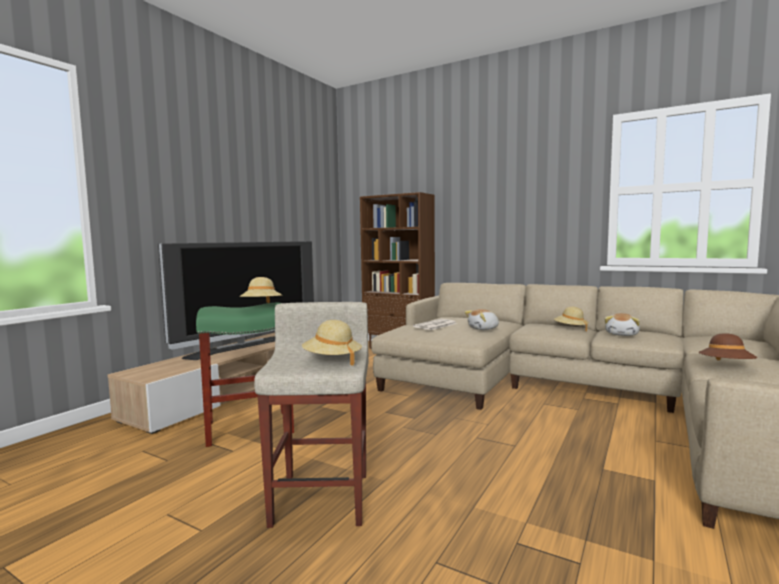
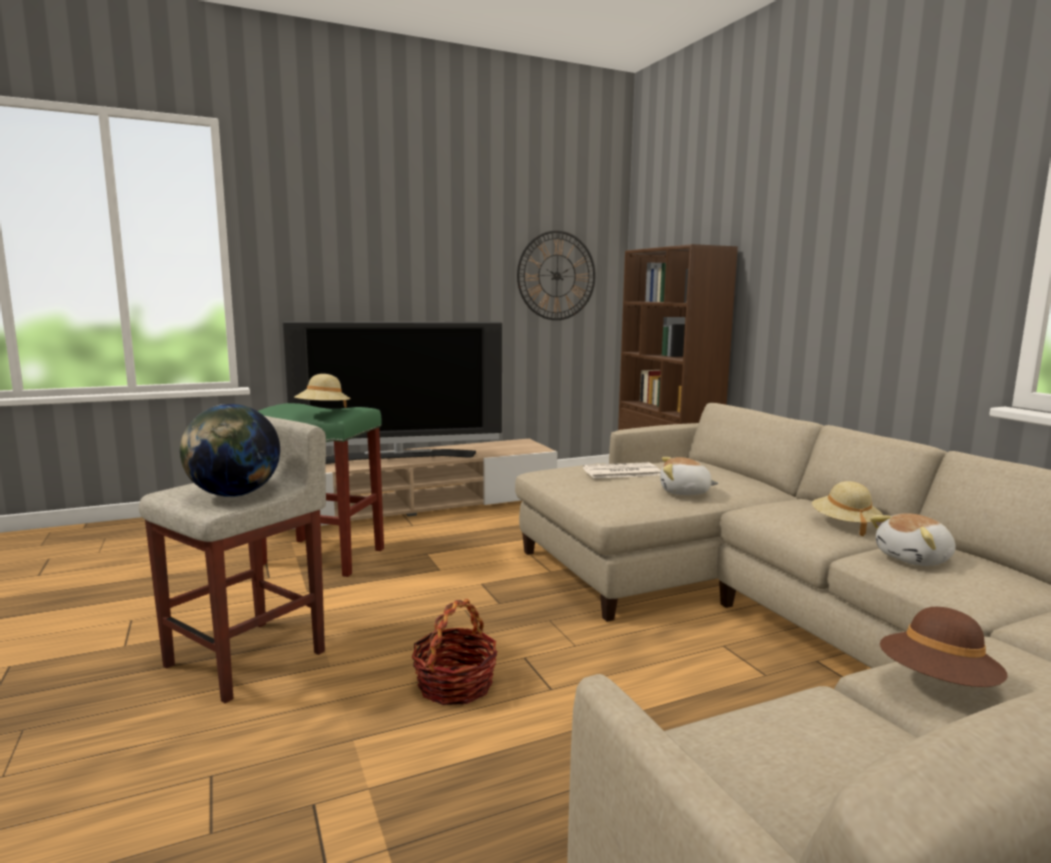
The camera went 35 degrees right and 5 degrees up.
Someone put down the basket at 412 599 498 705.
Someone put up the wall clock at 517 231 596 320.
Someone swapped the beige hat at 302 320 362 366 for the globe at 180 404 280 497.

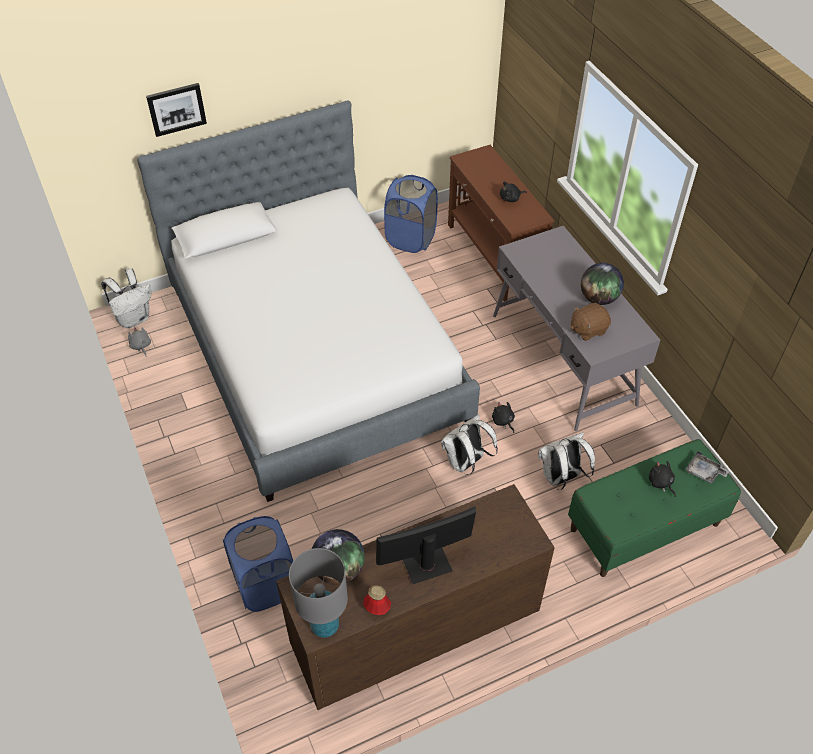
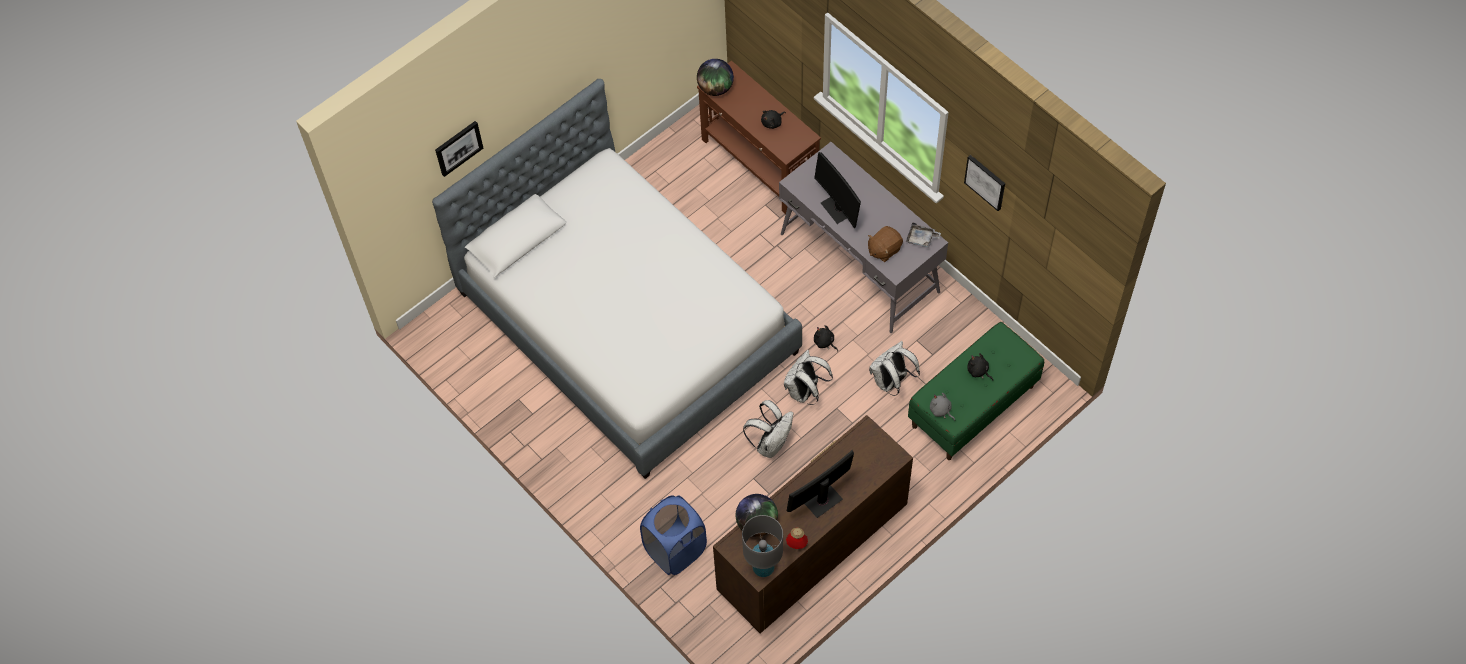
The camera went 15 degrees left and 10 degrees up.
Someone took away the blue laundry basket at 384 175 438 253.
Someone put down the monitor at 814 152 861 228.
Someone put up the picture at 964 155 1005 211.
Someone carried the white backpack from 101 268 151 328 to 743 400 793 458.
Someone carried the grey plush toy from 128 328 151 356 to 930 393 955 421.
Someone carried the globe from 581 263 624 305 to 697 59 734 96.
Someone carried the grey tray from 685 451 729 484 to 906 222 941 248.

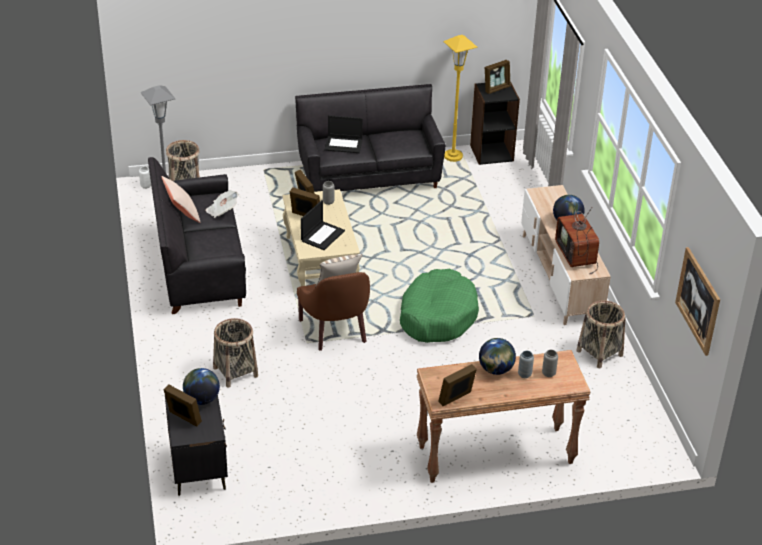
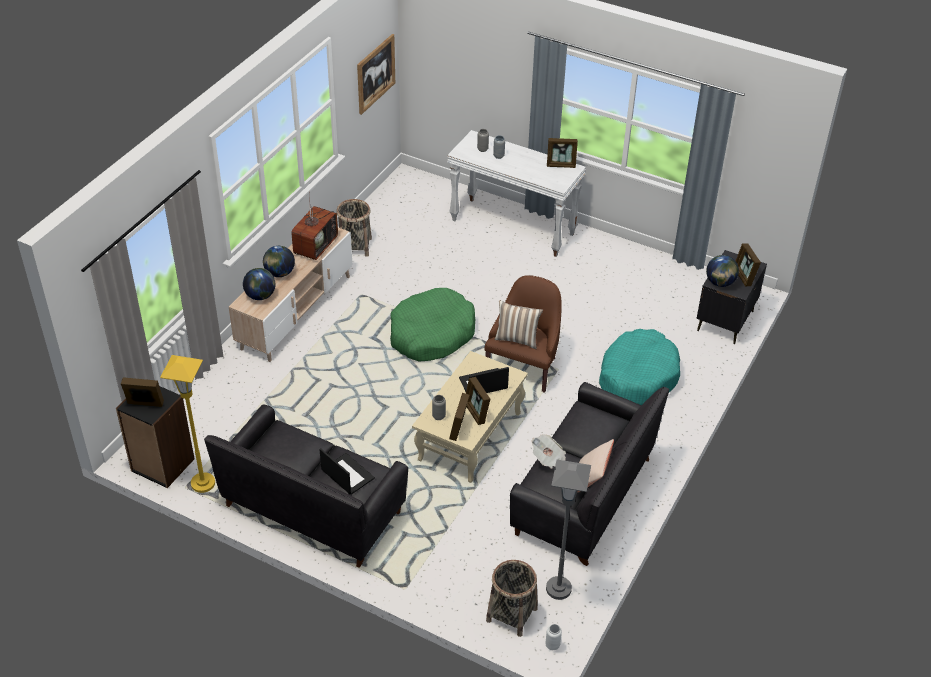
The camera went 140 degrees left and 5 degrees up.
Someone carried the globe from 479 338 516 375 to 243 268 275 300.
Someone swapped the basket at 213 318 258 387 for the turquoise dog bed at 599 329 680 405.
Someone repainted the brown console table at 417 350 591 483, which became the white console table at 447 130 586 257.

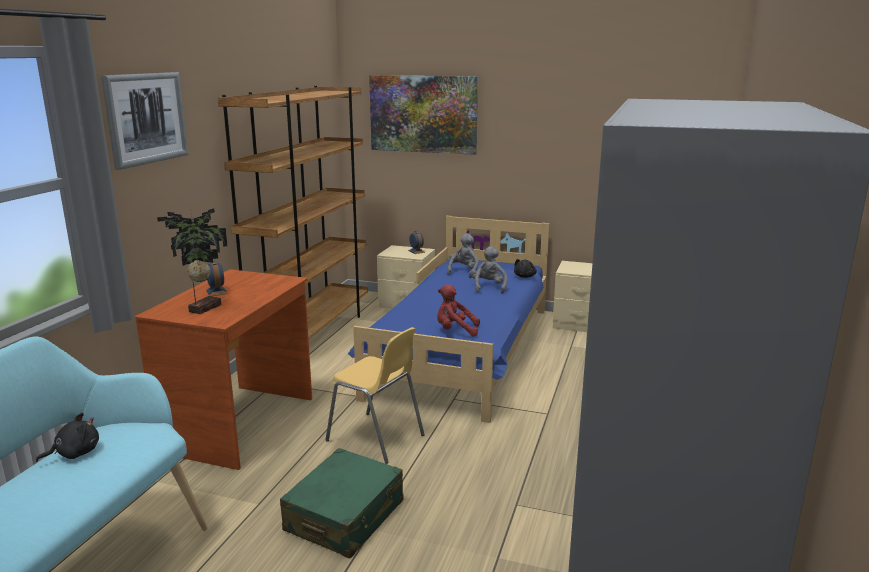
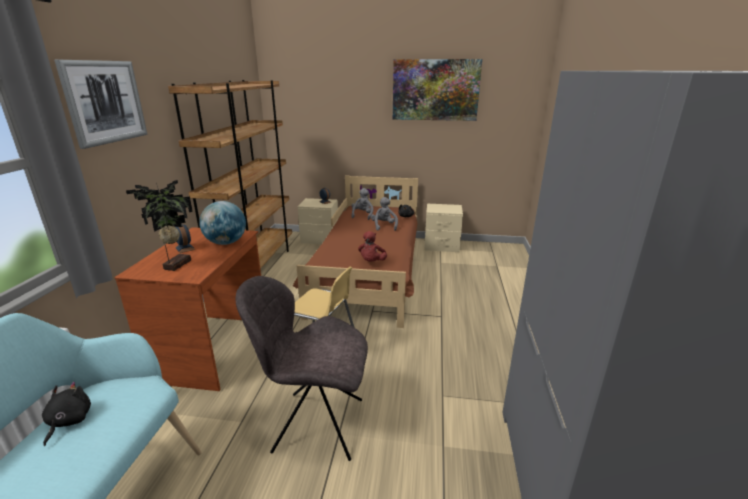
The camera went 10 degrees left and 5 degrees up.
Someone put down the globe at 199 201 246 245.
Someone carried the picture from 369 75 478 155 to 393 59 482 121.
Someone swapped the green suitcase at 280 448 403 558 for the grey chair at 236 276 368 461.
Someone repainted the blue bed at 348 216 549 423, which became the brown bed at 293 176 418 328.
Someone rotated the black plush toy at 36 413 99 462 by 45 degrees counterclockwise.
Someone rotated the red plush toy at 437 284 480 337 by 75 degrees counterclockwise.

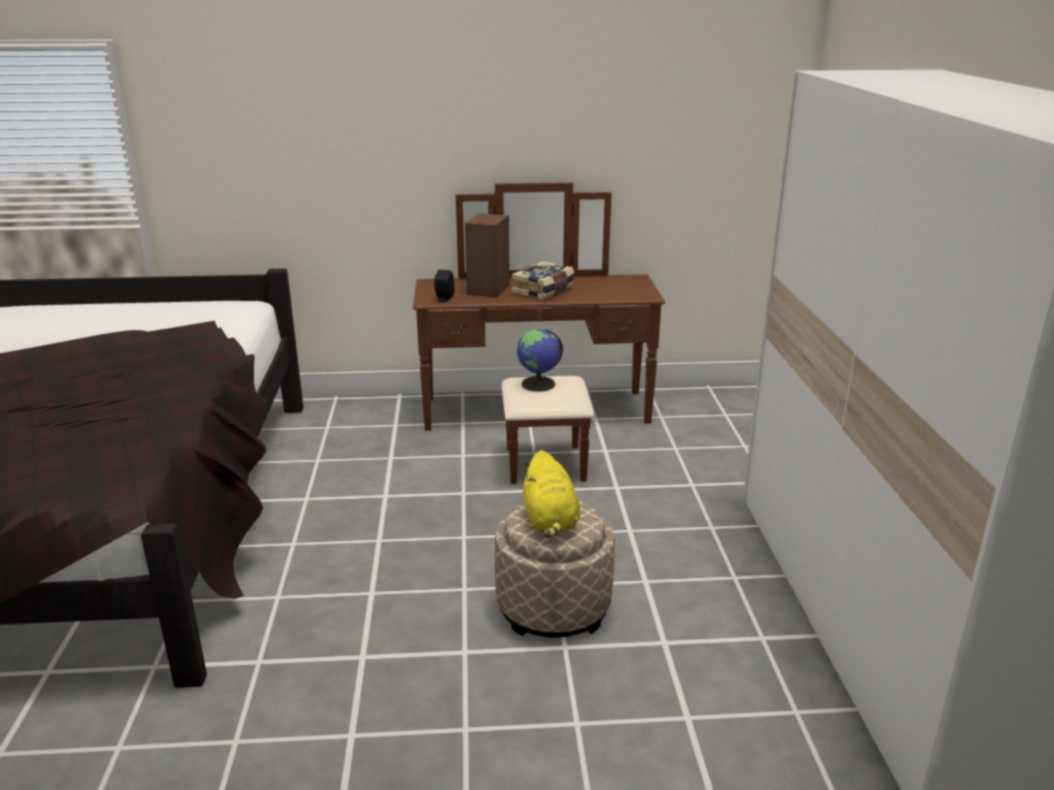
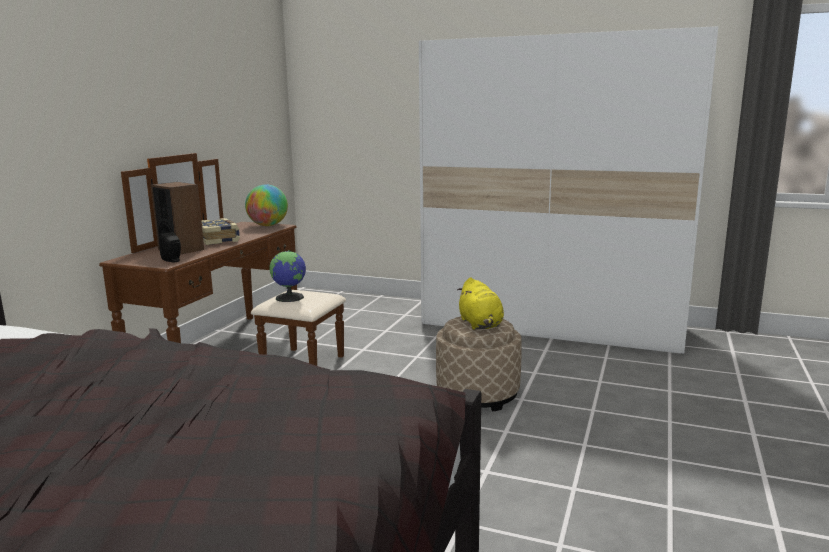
The camera went 65 degrees left and 10 degrees down.
Someone put down the globe at 245 184 288 226.
Someone rotated the yellow plush toy at 523 450 580 538 by 60 degrees clockwise.

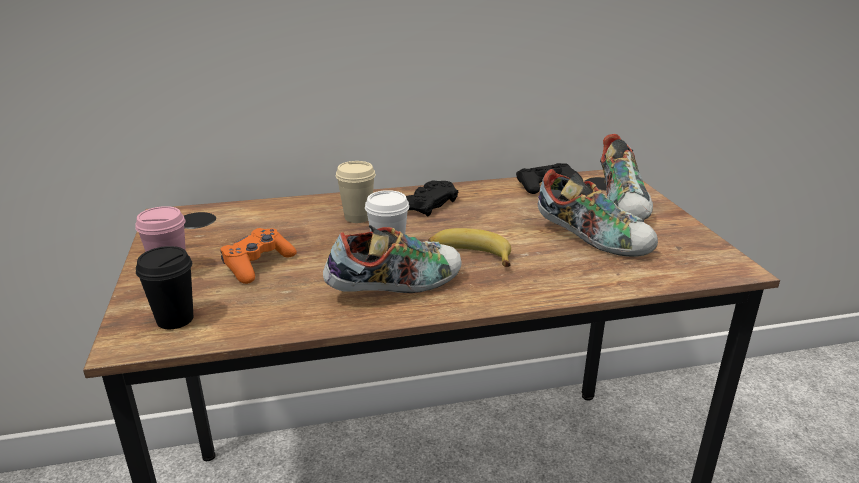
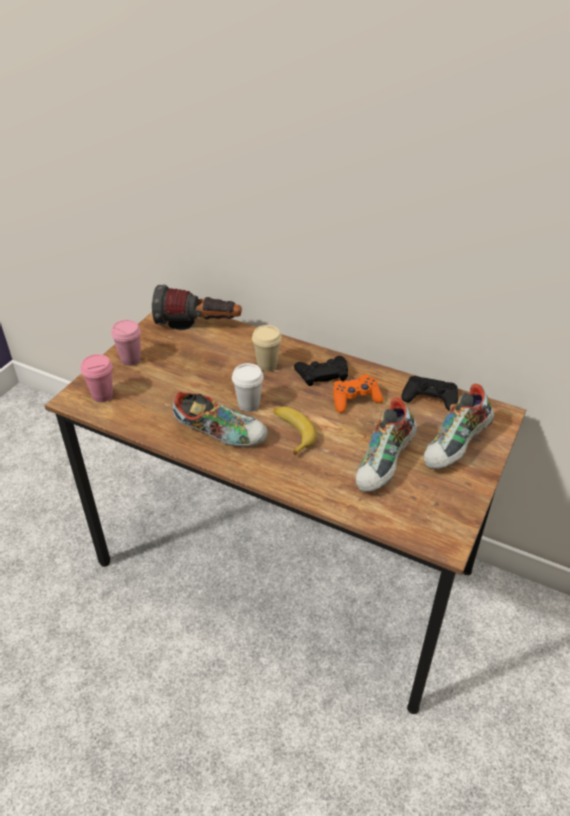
The camera went 40 degrees right and 15 degrees up.
Someone put down the flashlight at 152 285 242 325.
Someone carried the orange game controller from 220 228 297 284 to 333 374 383 413.
Someone repainted the black cup at 136 246 193 329, which became the pink cup at 81 354 113 402.
Someone rotated the shoe at 538 169 658 257 by 45 degrees clockwise.

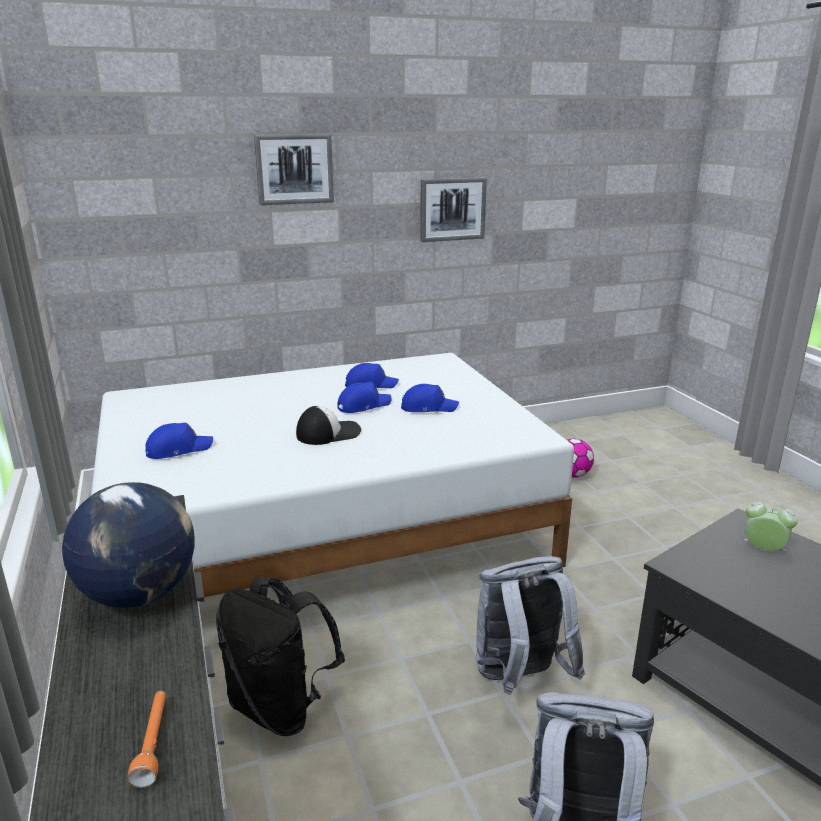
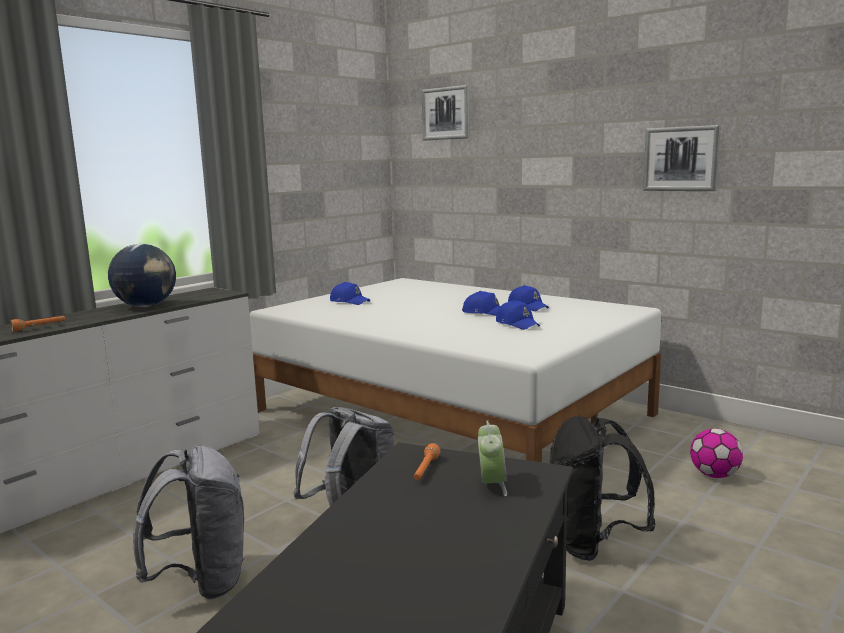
The camera went 60 degrees right and 10 degrees down.
Someone took away the cap at 296 406 361 445.
Someone put down the orange flashlight at 414 443 441 480.
Someone carried the black backpack from 216 577 345 736 to 550 416 656 561.
Someone carried the picture from 254 134 334 205 to 422 85 470 140.

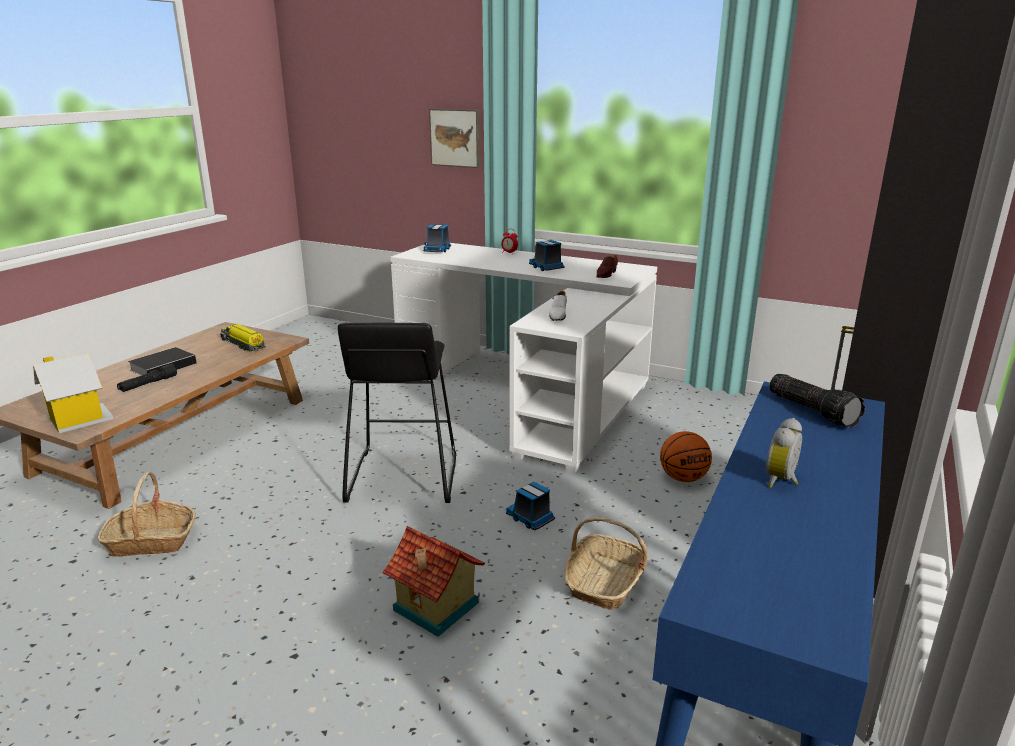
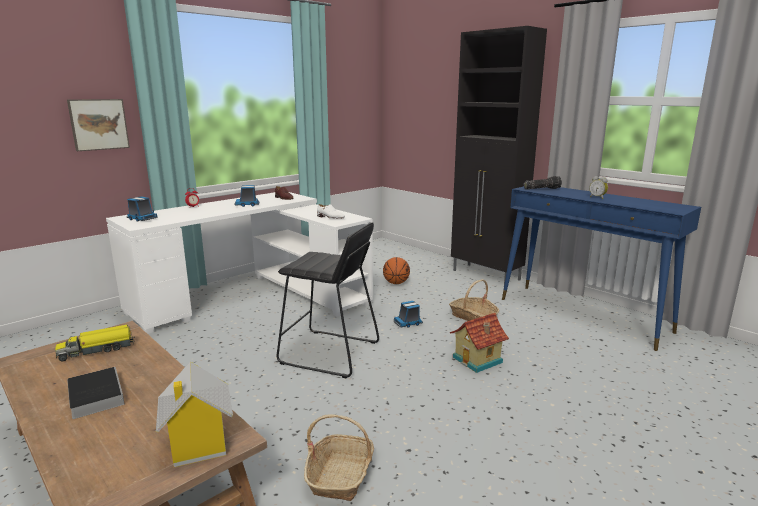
The camera went 70 degrees left and 5 degrees down.
Someone took away the black flashlight at 117 364 177 392.

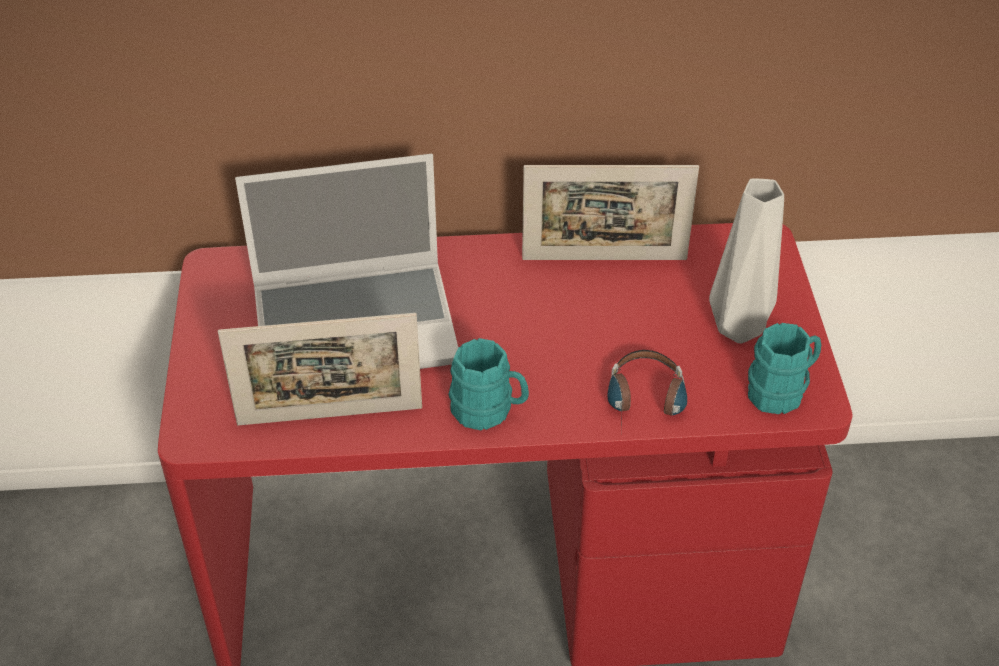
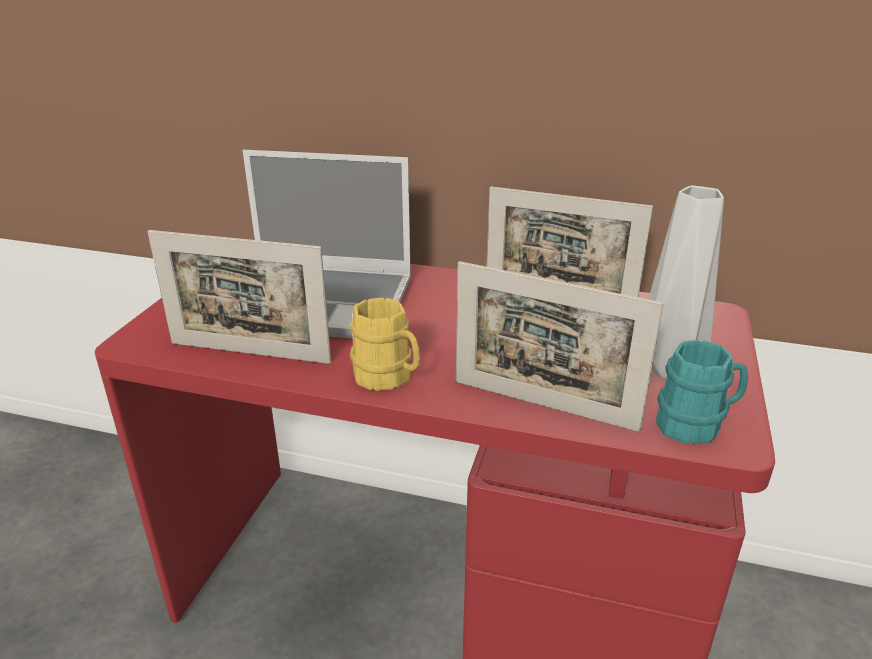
The camera went 20 degrees right and 15 degrees down.
Someone swapped the headphones at 607 350 687 435 for the picture frame at 456 261 664 432.
Someone repainted the turquoise mug at 448 338 529 430, which became the yellow mug at 350 298 420 391.

